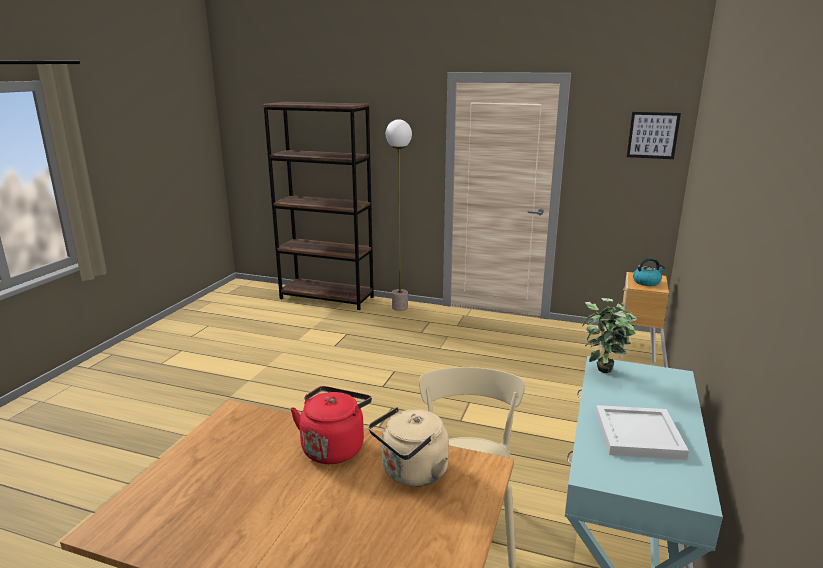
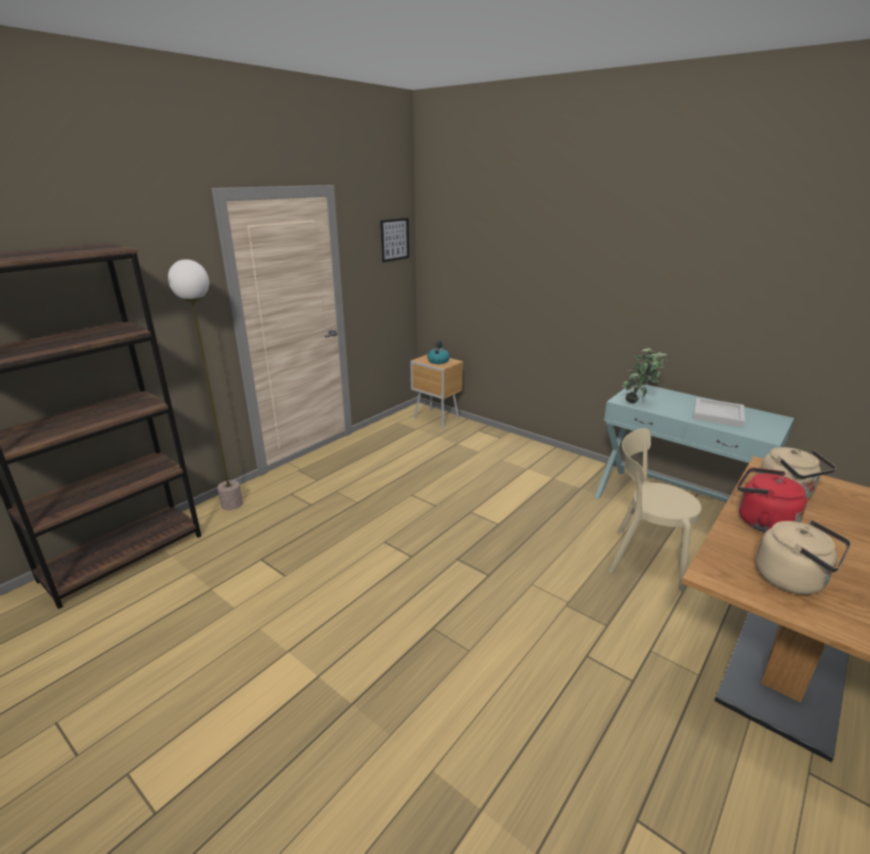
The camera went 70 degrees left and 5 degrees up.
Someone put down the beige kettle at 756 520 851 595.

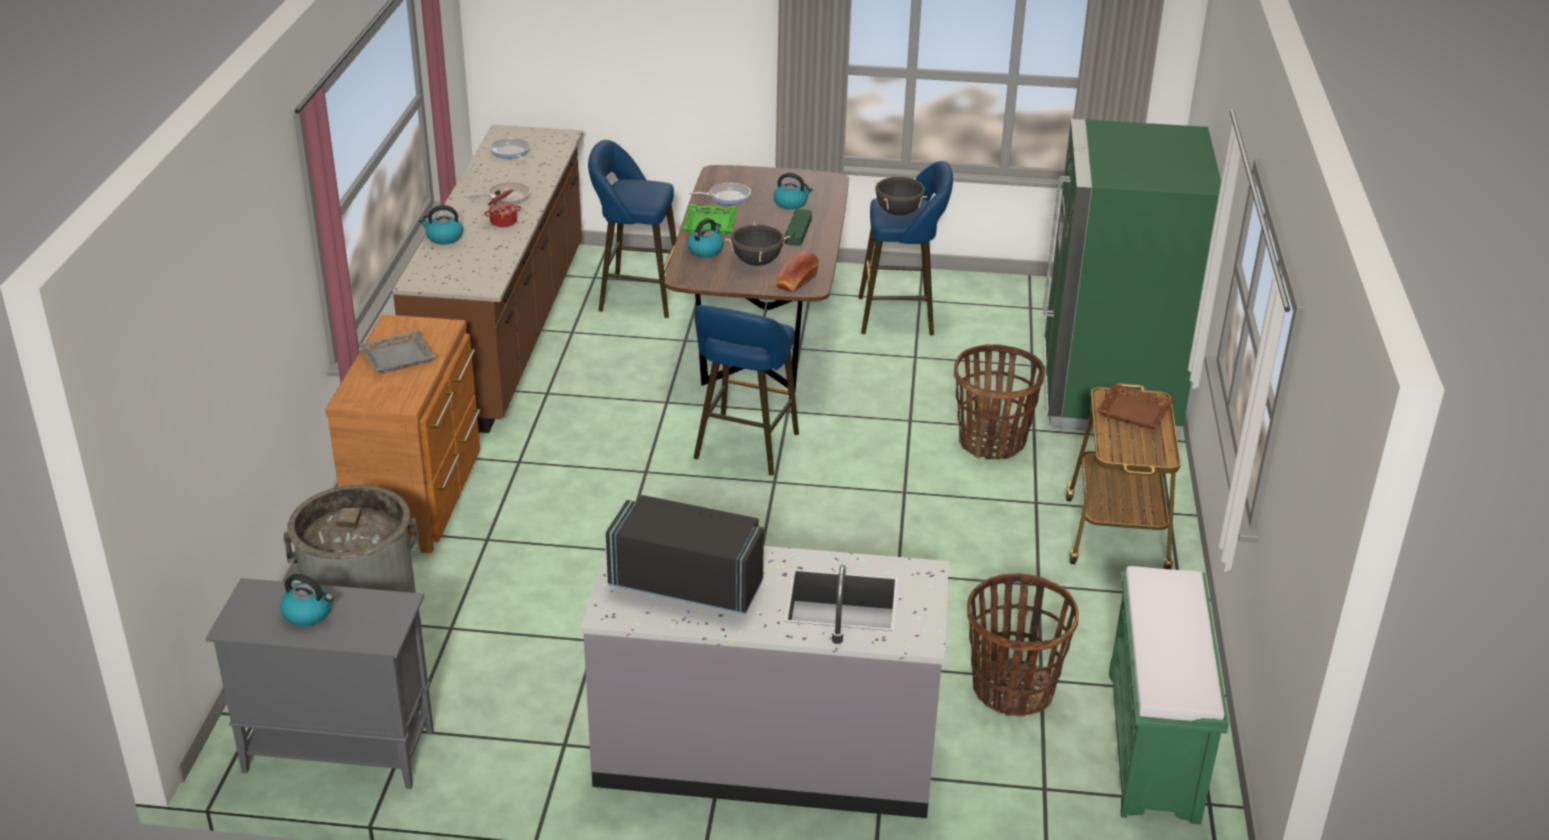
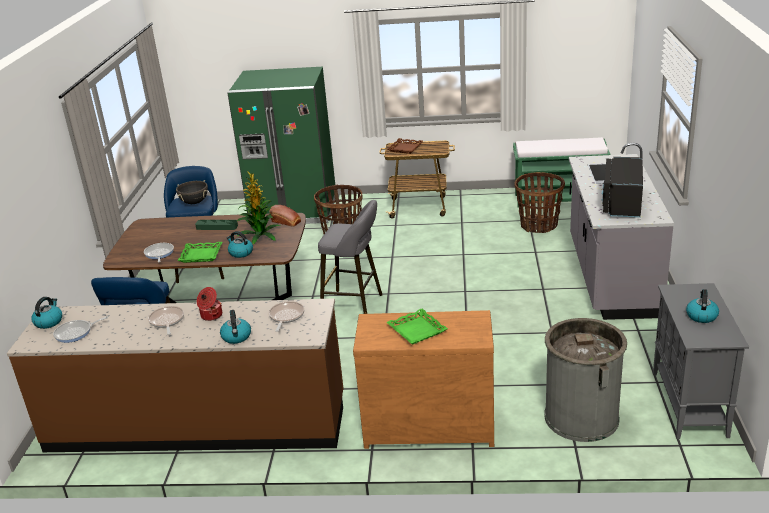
The camera went 90 degrees left and 5 degrees down.
Someone put down the frying pan at 269 301 304 332.
Someone carried the kettle from 774 173 813 210 to 31 297 62 329.
Someone swapped the black cooking pot at 725 223 790 266 for the potted plant at 236 171 281 244.
Someone repainted the grey tray at 359 330 437 373, which became the green tray at 387 309 448 344.
Someone repainted the blue stool at 694 305 799 475, which became the grey stool at 318 200 382 314.

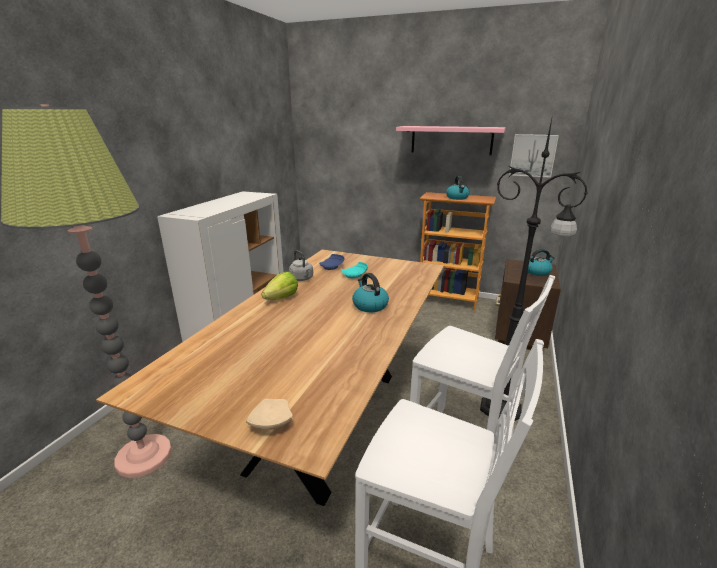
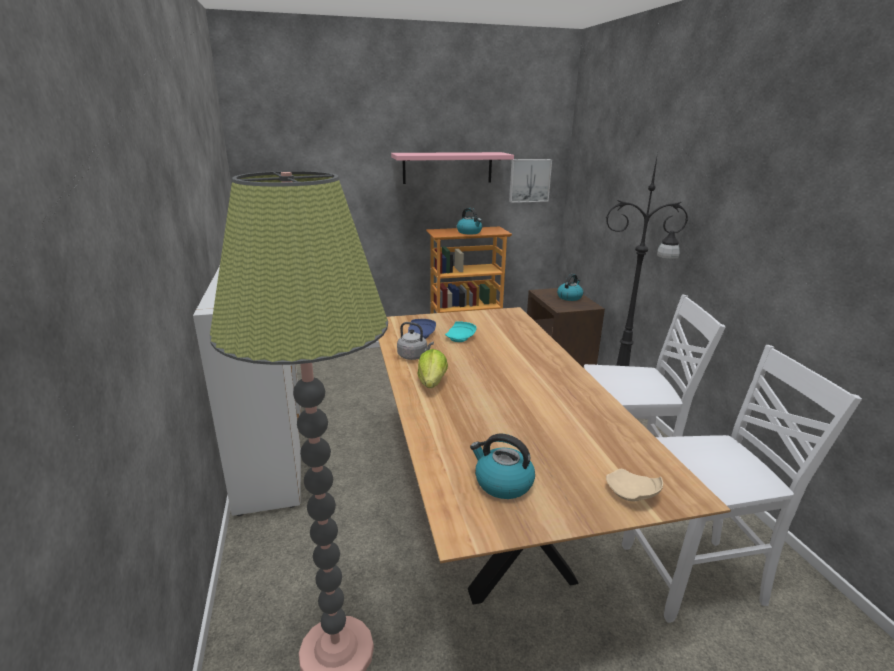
The camera went 35 degrees left and 0 degrees up.
Someone carried the kettle from 352 273 389 312 to 470 433 535 499.

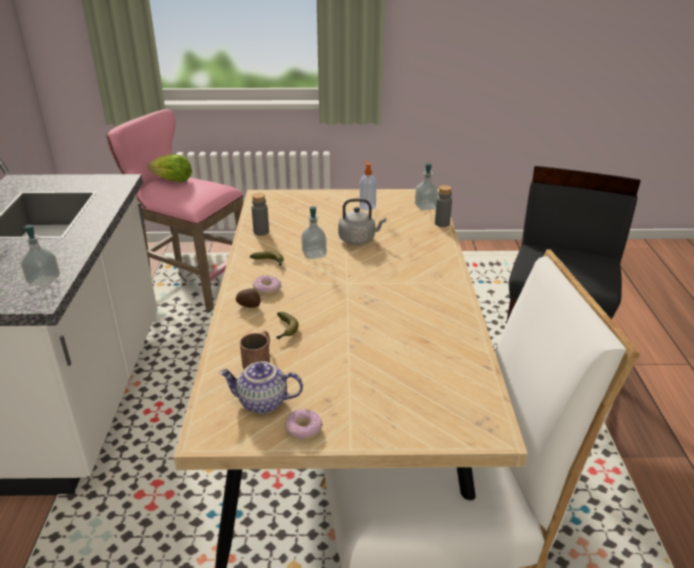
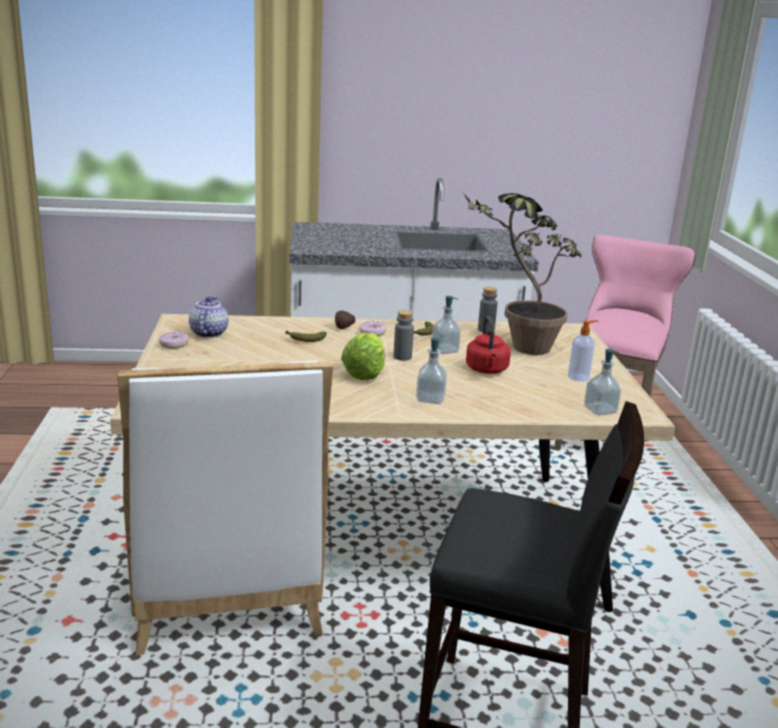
The camera went 85 degrees right and 10 degrees down.
Someone took away the brown mug at 240 330 270 370.
Someone put down the potted plant at 462 192 582 355.
Someone carried the soap dispenser from 20 225 60 287 to 416 338 447 404.
Someone carried the lettuce from 148 154 192 182 to 341 333 384 380.
Someone carried the grey bottle from 435 185 452 227 to 393 310 414 361.
Someone repainted the grey kettle at 338 199 386 245, which became the red kettle at 466 316 511 374.

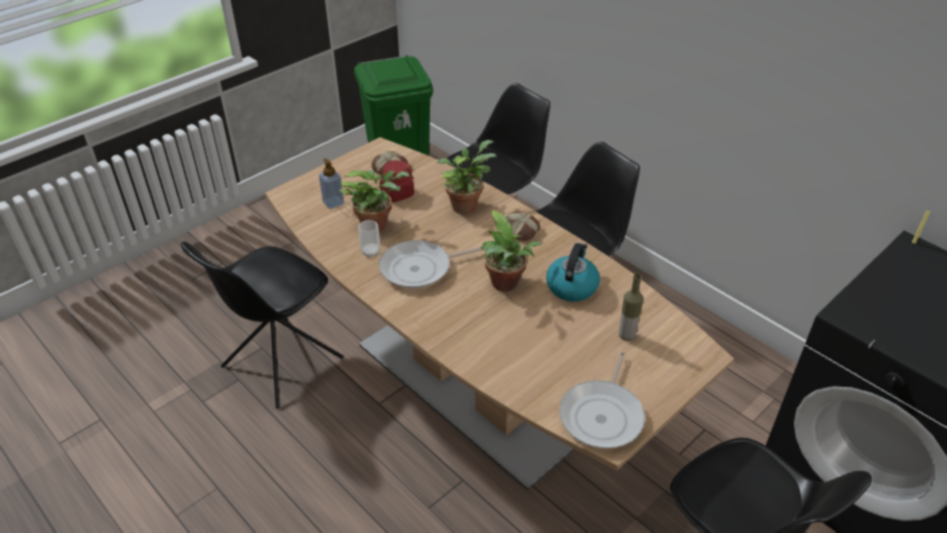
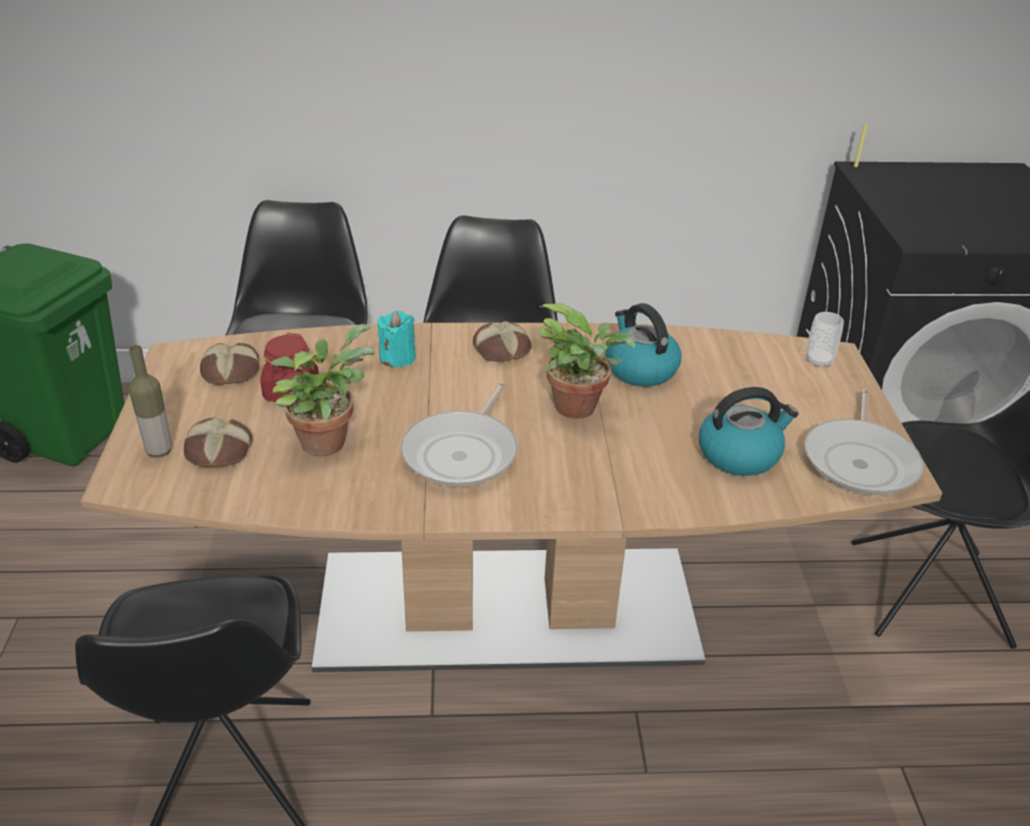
The camera went 50 degrees left and 5 degrees down.
Someone put down the kettle at 699 387 799 476.
Someone carried the cup from 359 220 380 258 to 806 312 844 367.
Someone carried the bottle from 619 273 643 341 to 129 345 172 458.
Someone swapped the soap dispenser at 319 158 344 209 for the bread at 184 417 253 467.
Someone swapped the potted plant at 437 140 496 214 for the turquoise candle at 378 310 416 367.
Someone rotated the frying pan at 559 352 645 449 by 45 degrees clockwise.

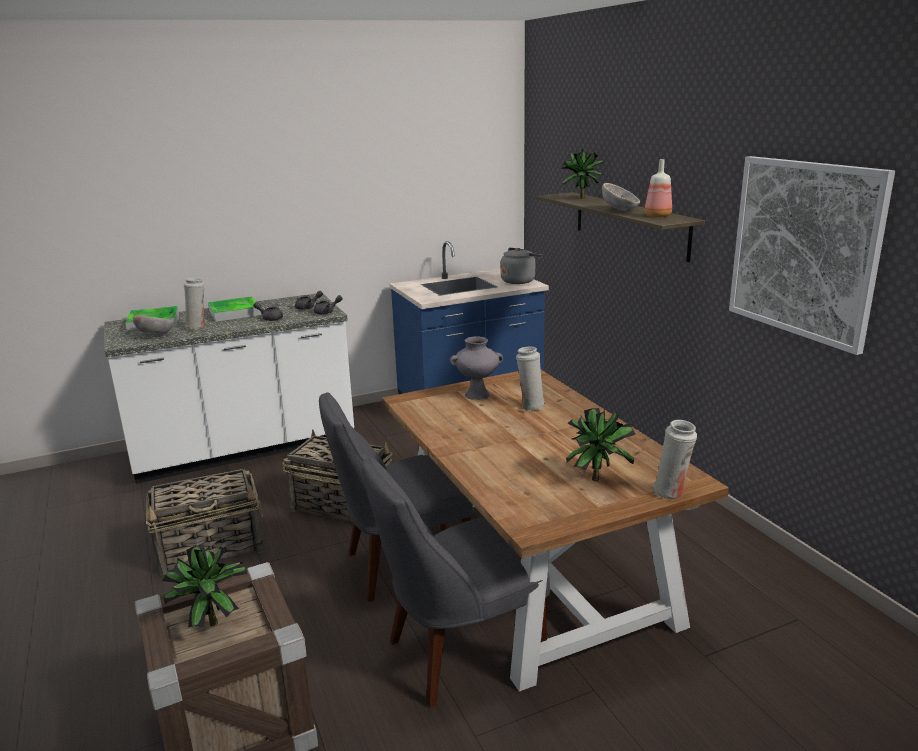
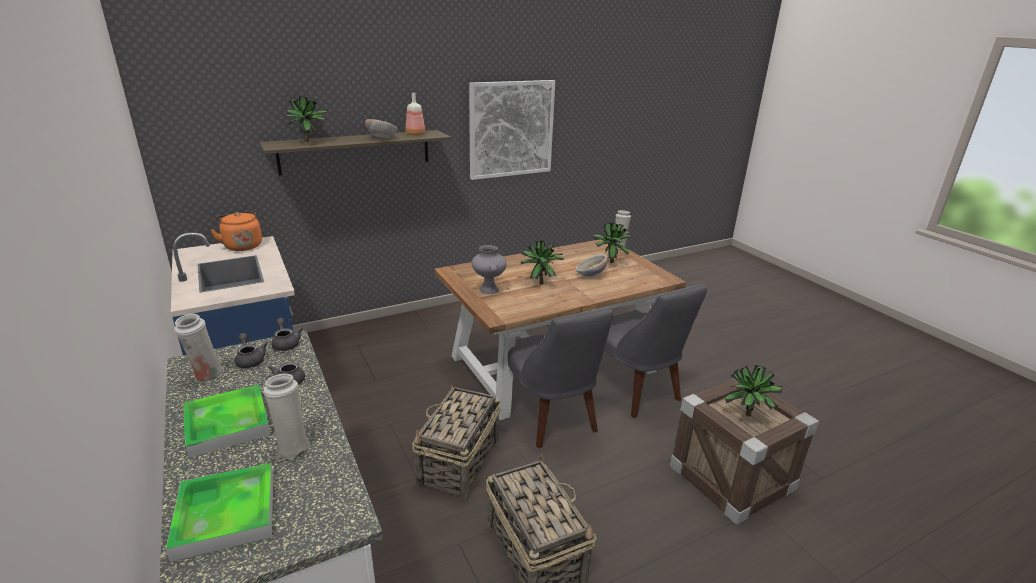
The camera went 95 degrees left and 5 degrees up.
Someone put down the potted plant at 521 240 564 284.
Someone carried the bowl from 133 316 174 335 to 576 254 608 277.
Someone carried the white vase from 516 347 545 411 to 174 314 225 381.
Someone repainted the grey kettle at 501 248 542 284, which became the orange kettle at 211 211 262 251.

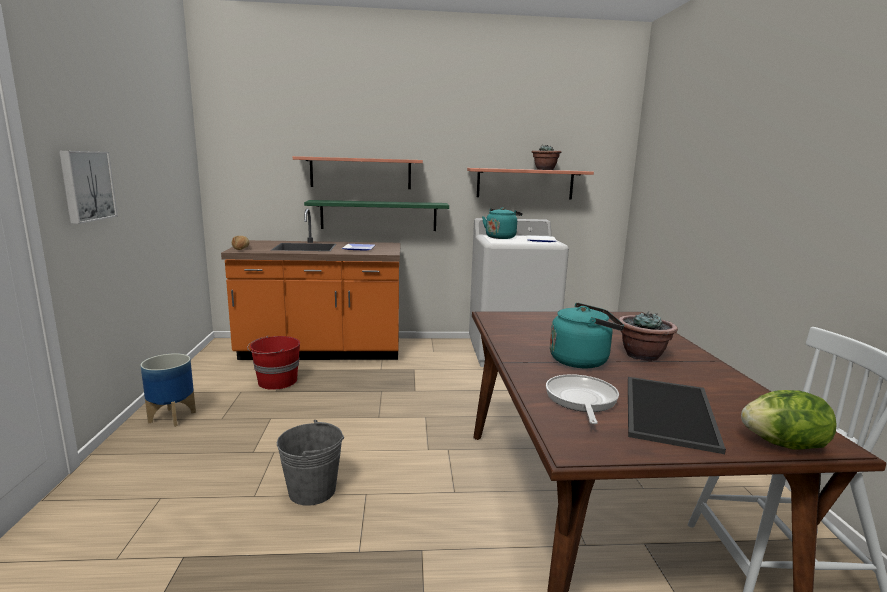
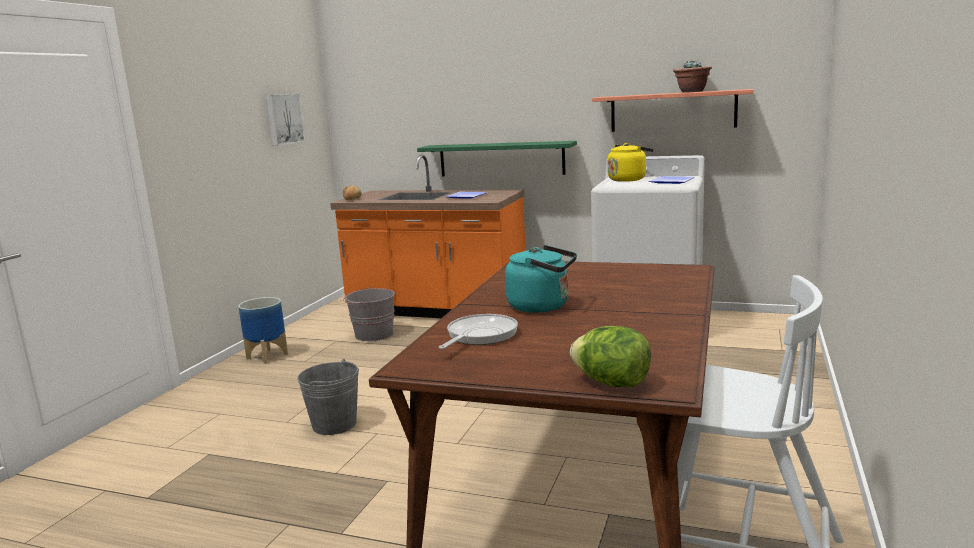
The camera went 25 degrees right and 0 degrees up.
Someone took away the shelf at 293 156 423 189.
Someone took away the potted plant at 618 311 678 361.
Someone took away the tray at 628 377 726 454.
Someone carried the picture from 59 151 117 224 to 265 93 306 146.
Someone repainted the red bucket at 247 335 300 390, which became the grey bucket at 343 287 395 341.
Someone repainted the turquoise kettle at 482 207 522 239, which became the yellow kettle at 607 143 654 182.

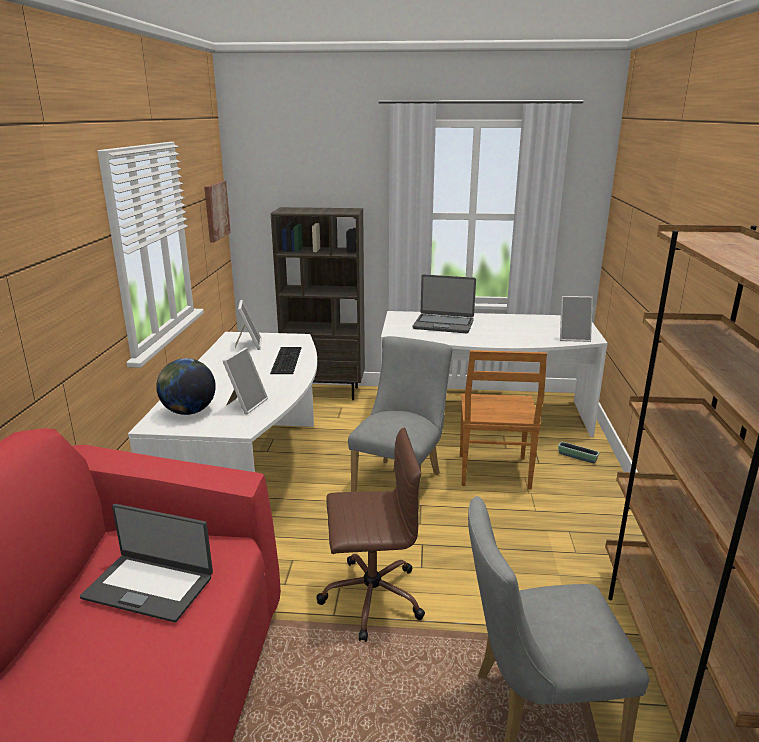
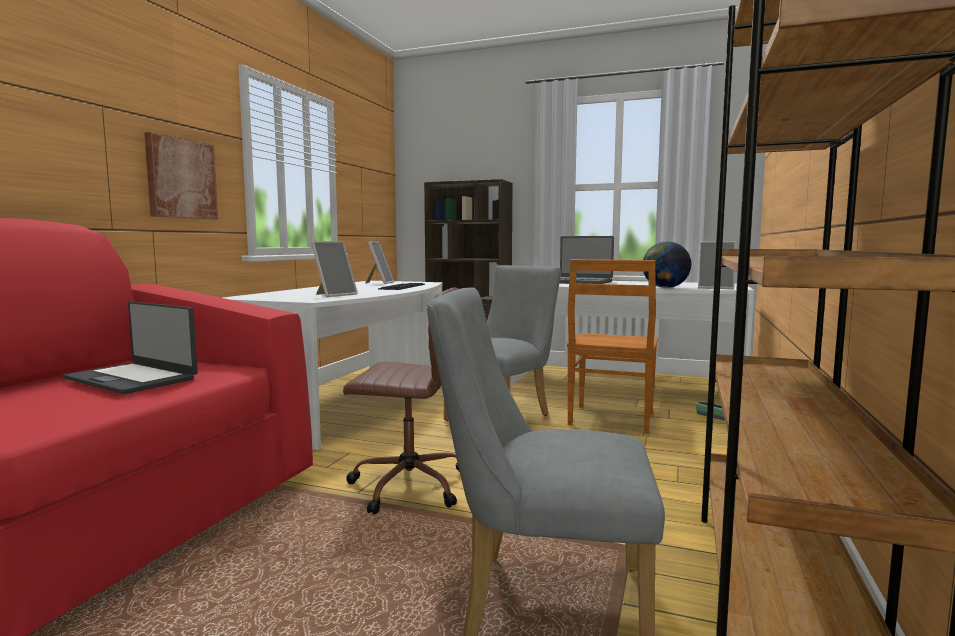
The camera went 15 degrees right and 15 degrees down.
Someone carried the globe from 156 358 216 415 to 643 241 691 288.
Someone carried the picture from 204 181 231 242 to 144 132 218 220.

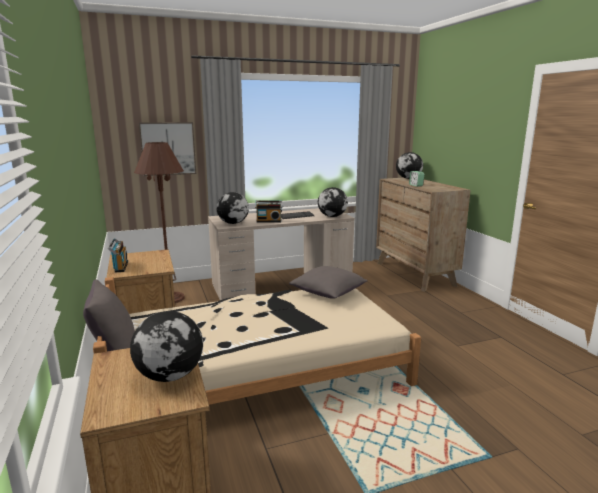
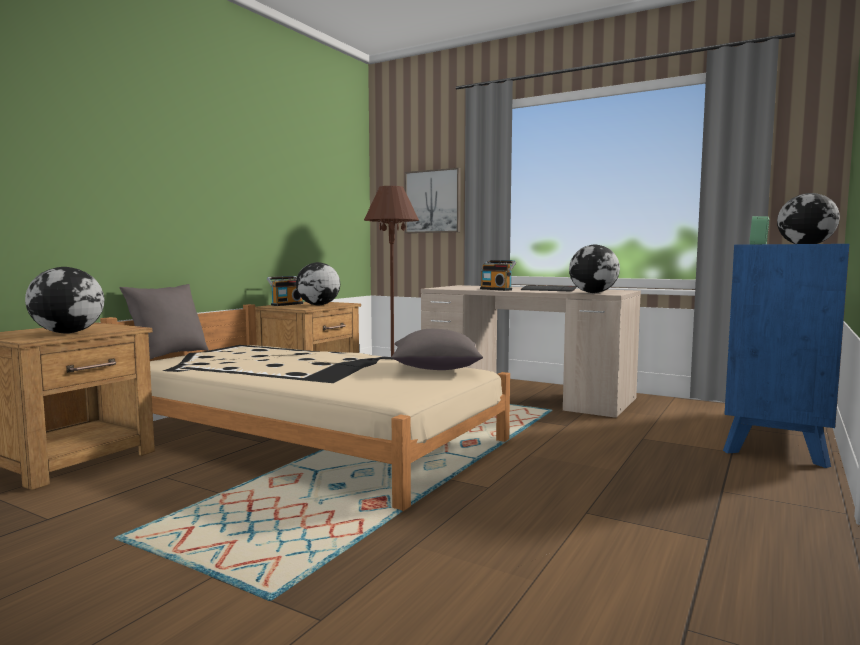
The camera went 50 degrees right and 10 degrees down.
Someone carried the globe from 216 192 249 224 to 296 262 340 306.
Someone repainted the brown dresser at 376 178 471 292, which became the blue dresser at 723 244 849 468.

